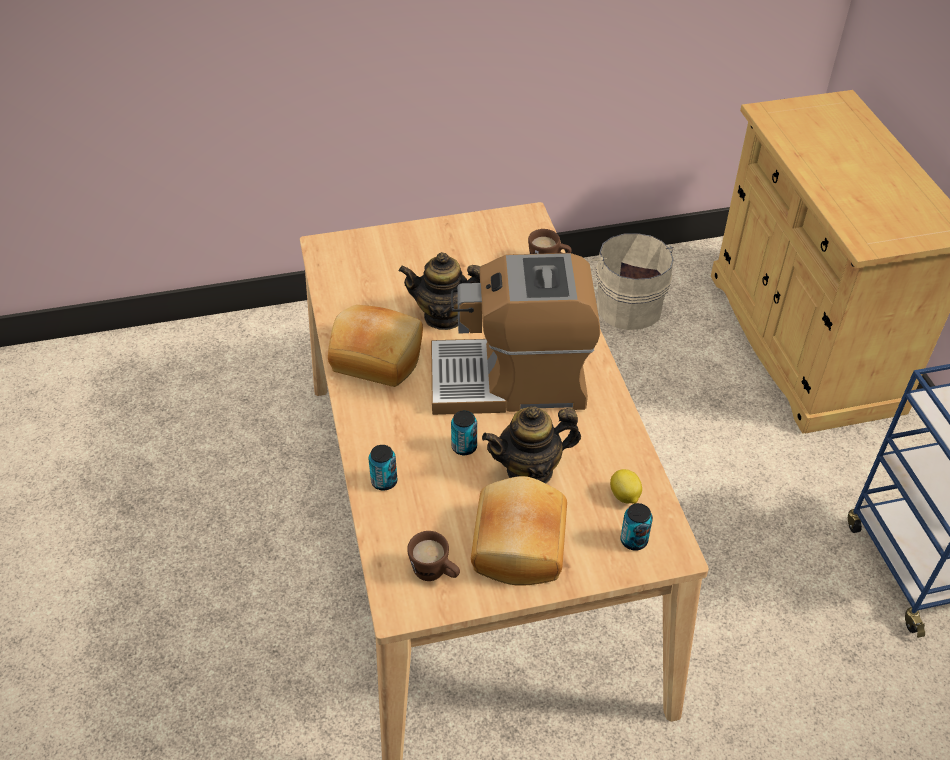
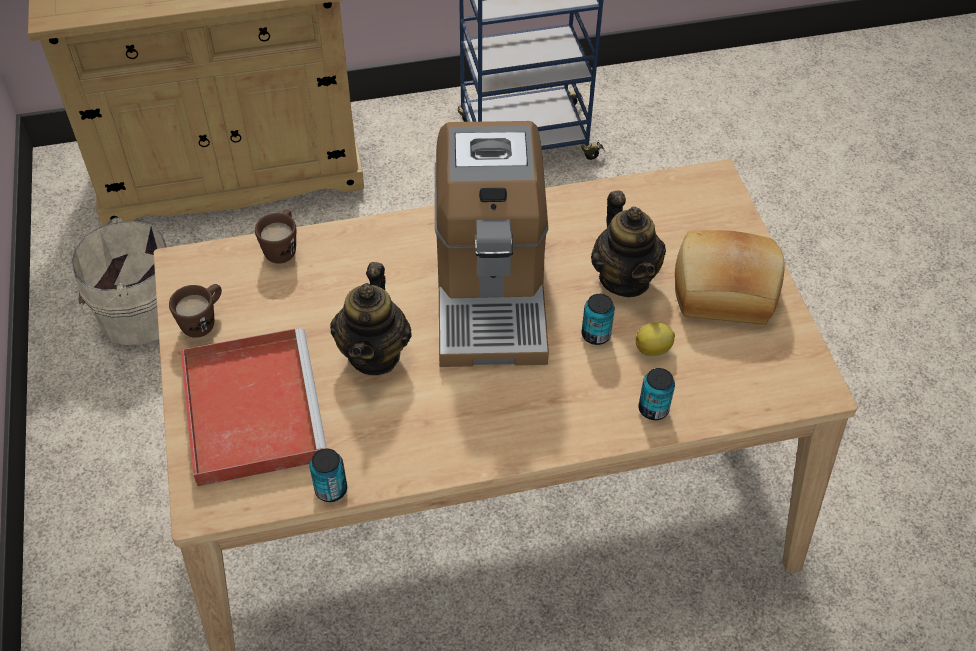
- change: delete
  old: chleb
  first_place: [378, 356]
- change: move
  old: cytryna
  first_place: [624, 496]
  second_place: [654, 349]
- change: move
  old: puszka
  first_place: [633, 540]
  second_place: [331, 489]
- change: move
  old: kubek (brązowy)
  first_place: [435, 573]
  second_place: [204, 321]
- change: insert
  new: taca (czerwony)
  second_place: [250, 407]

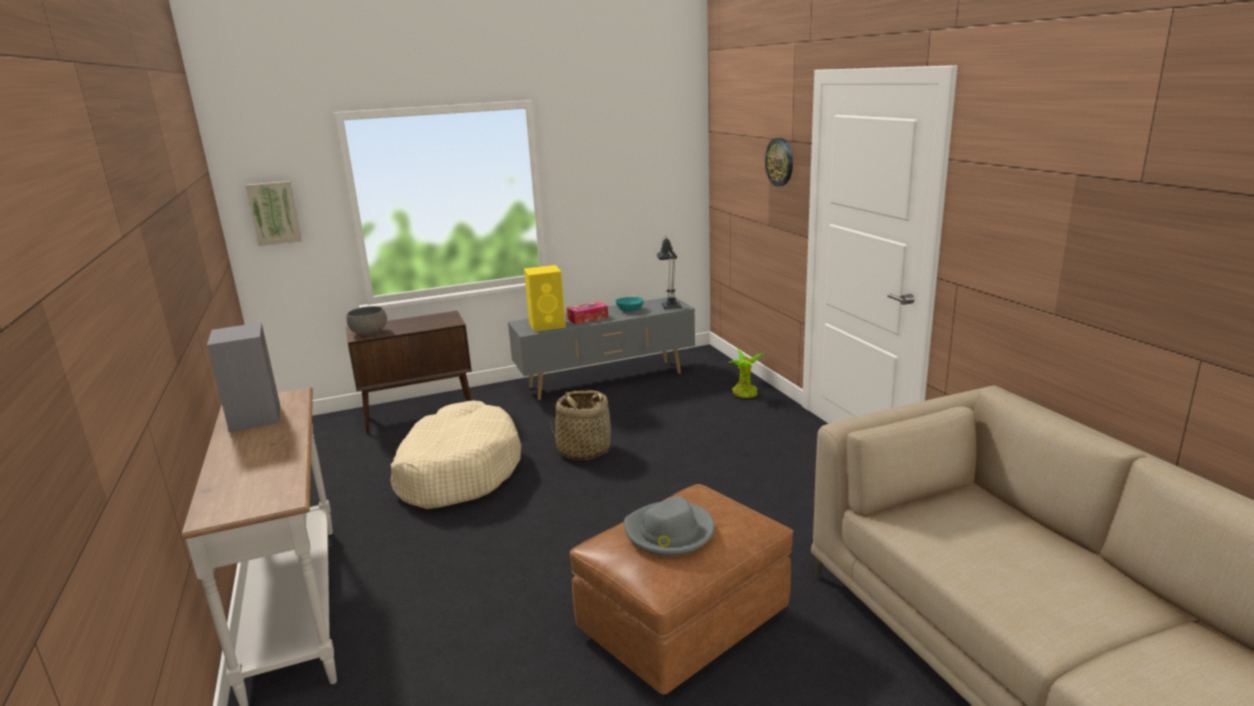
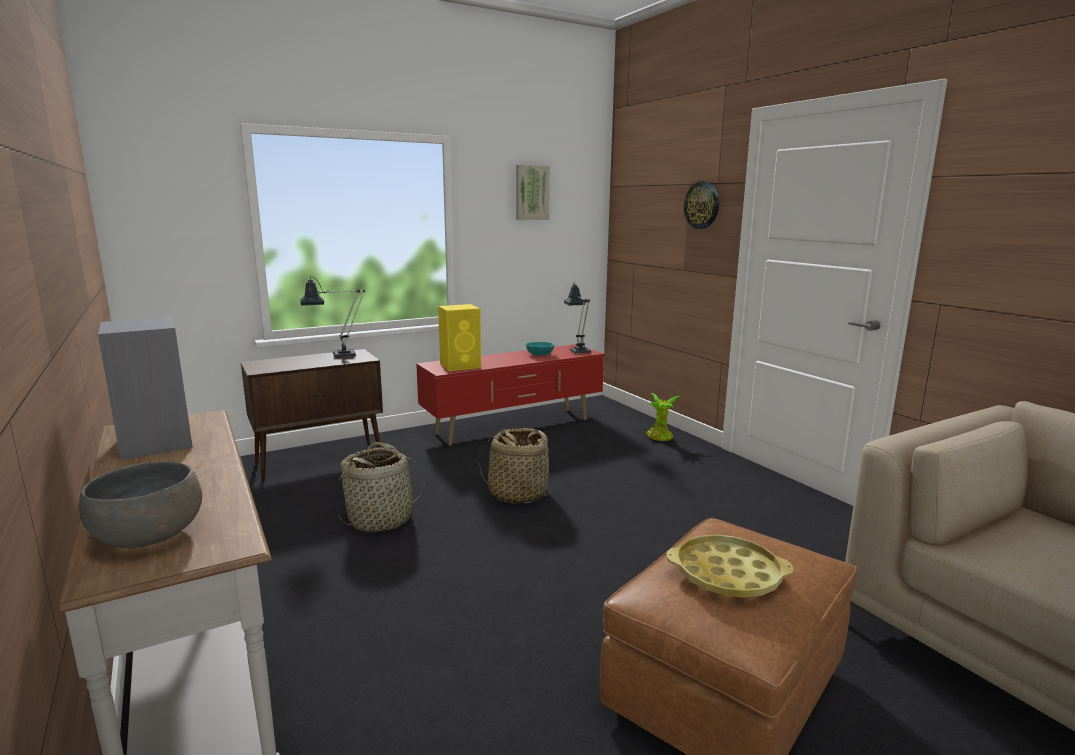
- change: move
  old: obraz
  first_place: [274, 213]
  second_place: [531, 193]
- change: recolor
  old: szafka pod telewizor (szary)
  new: szafka pod telewizor (czerwony)
  first_place: [606, 381]
  second_place: [514, 427]
- change: delete
  old: pudełko chusteczek
  first_place: [587, 318]
- change: move
  old: miska (szary)
  first_place: [369, 332]
  second_place: [149, 536]
- change: replace
  old: legowisko (beżowy)
  new: koszyk
  first_place: [457, 471]
  second_place: [381, 519]
- change: replace
  old: kapelusz (szary)
  new: taca (żółty)
  first_place: [669, 532]
  second_place: [727, 574]
- change: insert
  new: lampa stołowa
  second_place: [337, 356]

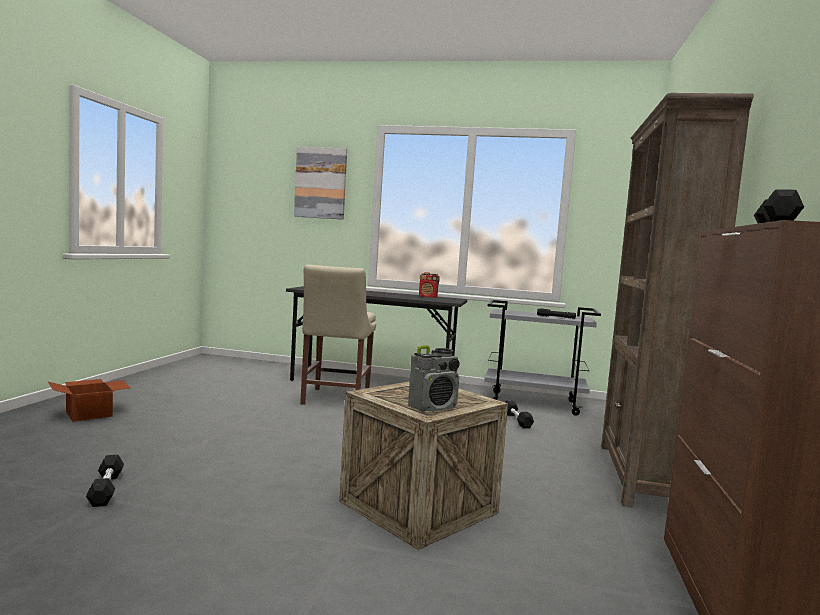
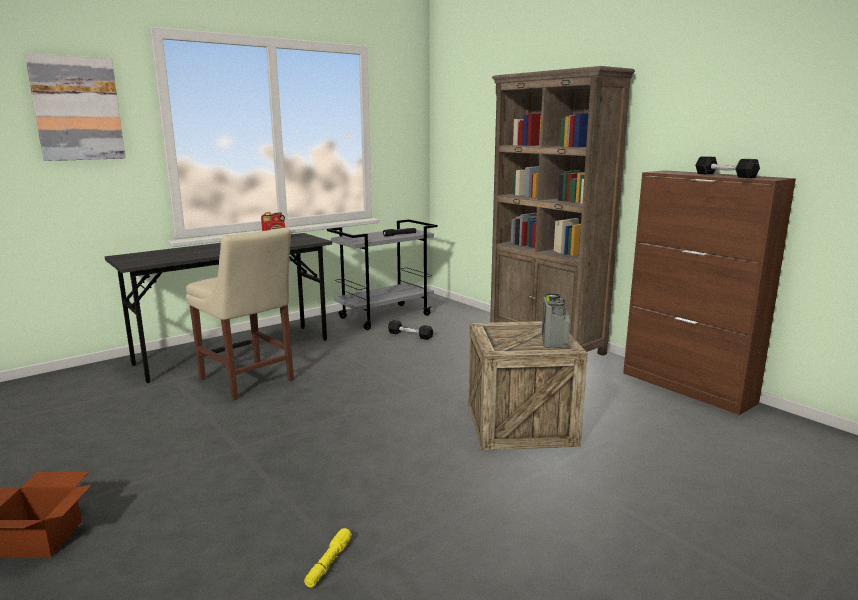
- change: replace
  old: hantel (czarny)
  new: latarka (żółty)
  first_place: [106, 489]
  second_place: [328, 563]

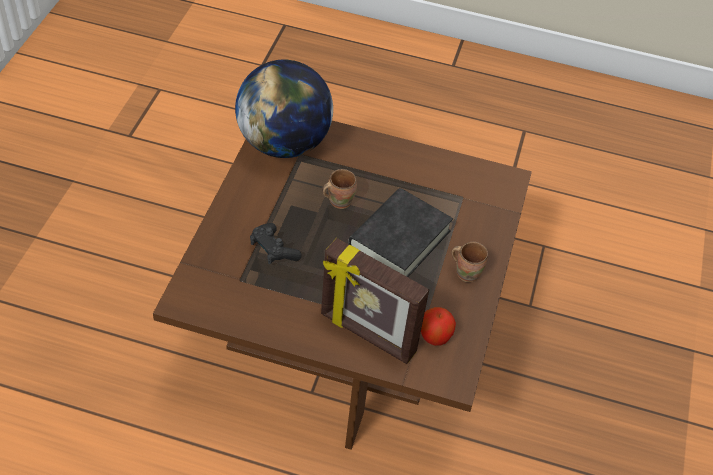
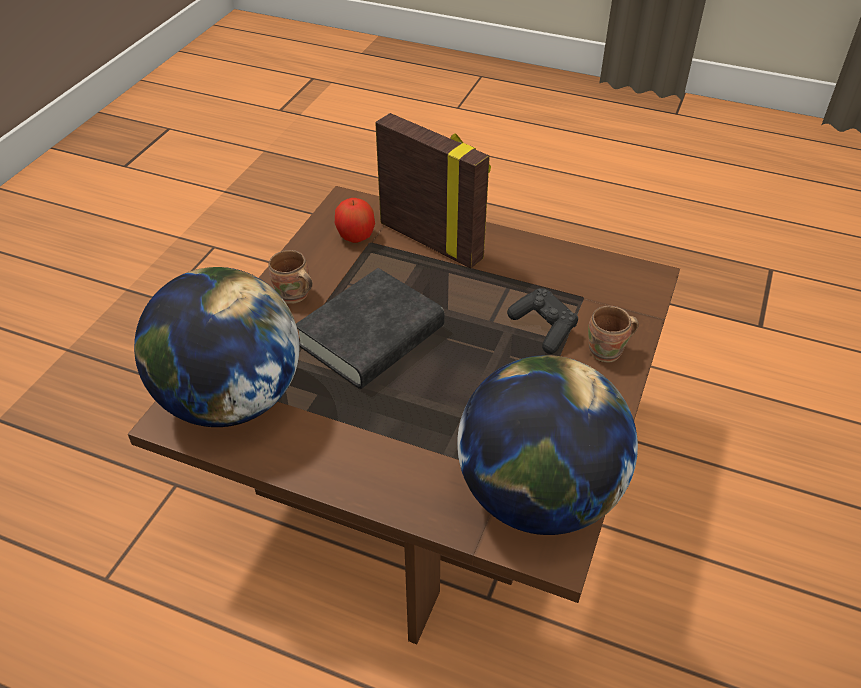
- change: move
  old: kubek (brązowy)
  first_place: [338, 200]
  second_place: [608, 353]
- change: insert
  new: globus
  second_place: [231, 400]

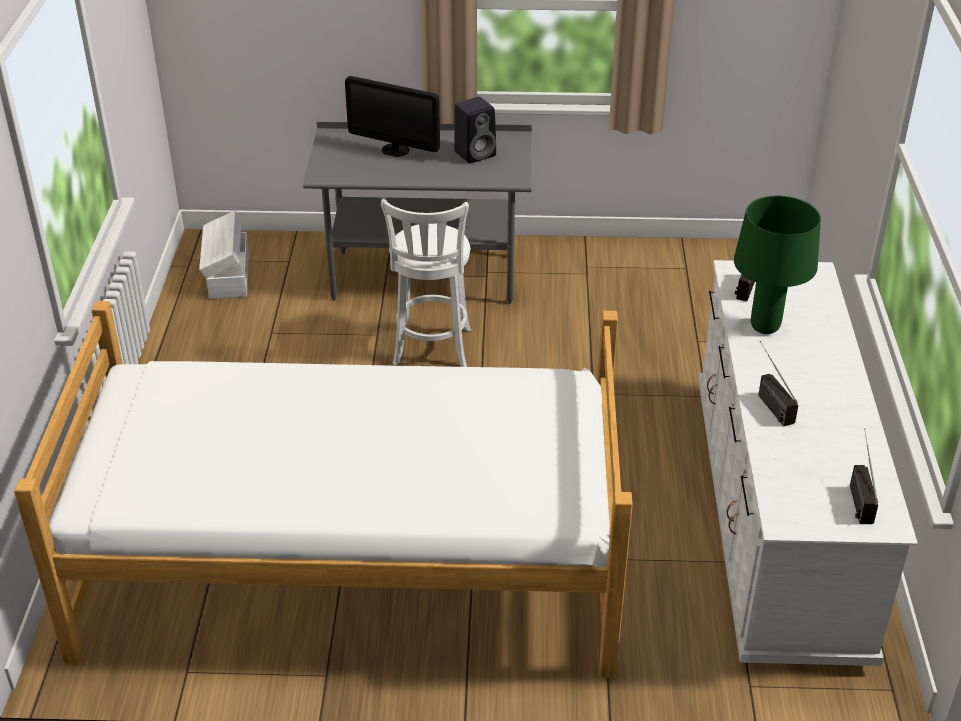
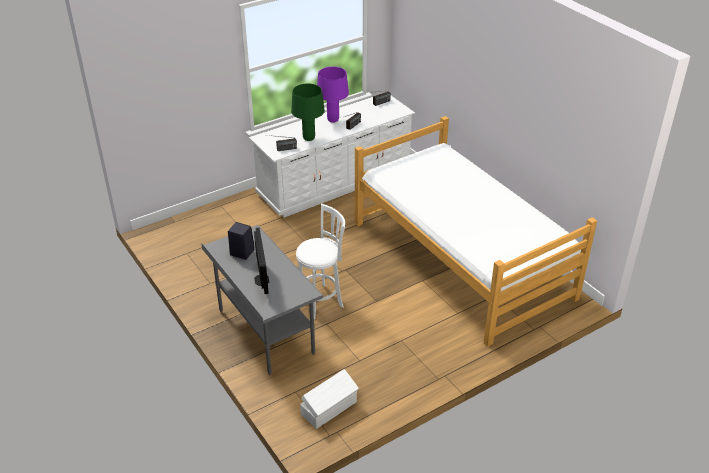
- change: insert
  new: lampa stołowa (fioletowy)
  second_place: [333, 120]

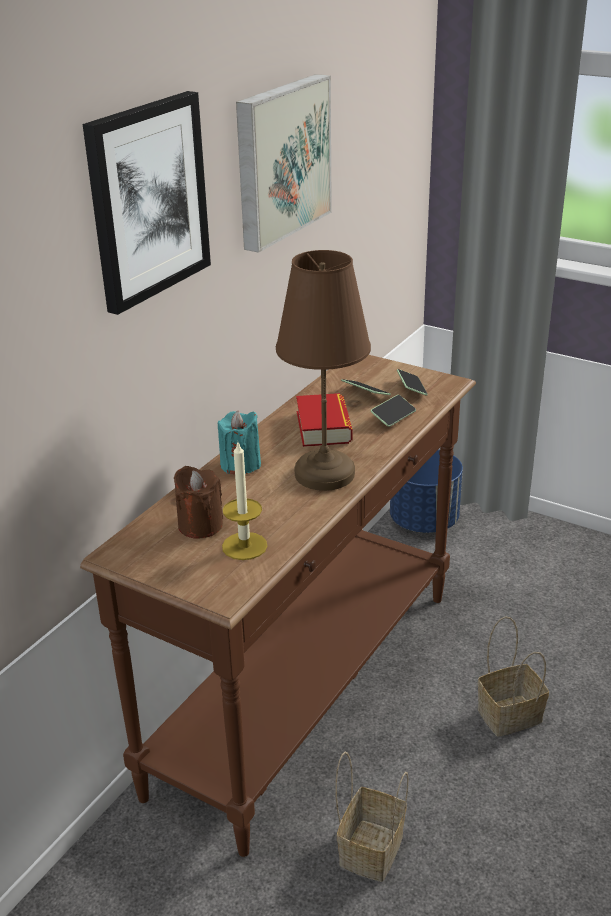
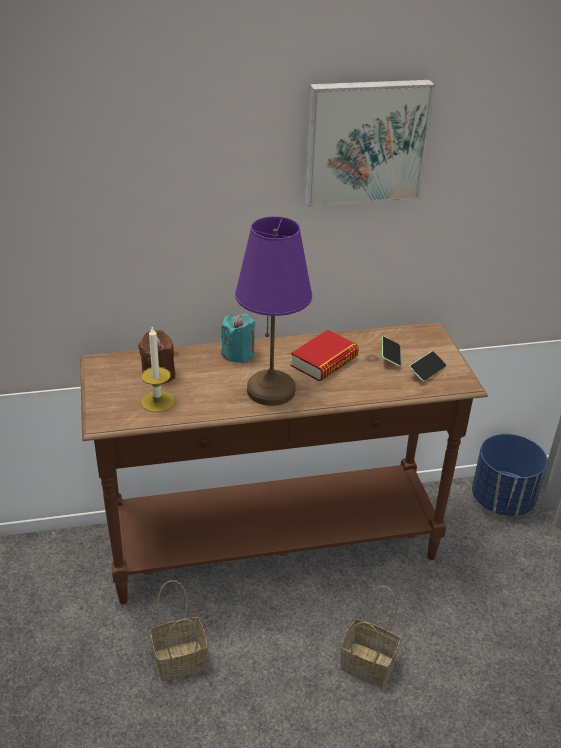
- change: delete
  old: obraz
  first_place: [147, 200]
- change: recolor
  old: lampa stołowa (brązowy)
  new: lampa stołowa (fioletowy)
  first_place: [323, 473]
  second_place: [271, 389]
- change: delete
  old: telefon
  first_place: [393, 417]

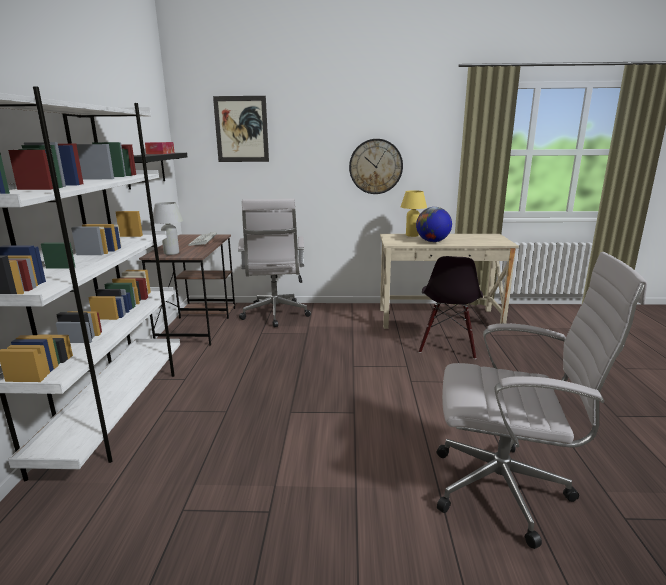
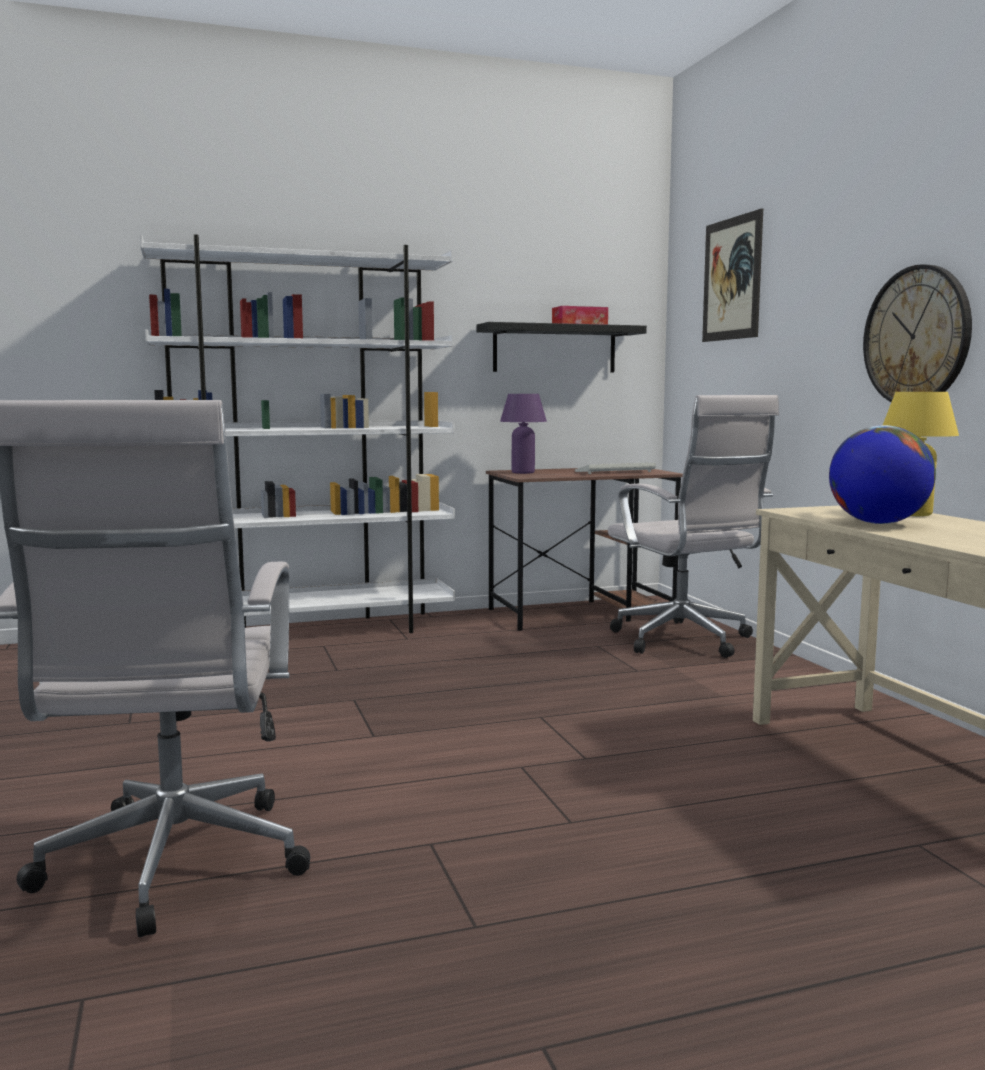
- change: rotate
  old: krzesło biurowe (biały)
  first_place: [275, 315]
  second_place: [685, 641]
  degrees: -90
- change: recolor
  old: lampa stołowa (biały)
  new: lampa stołowa (fioletowy)
  first_place: [171, 253]
  second_place: [523, 472]
- change: delete
  old: krzesło (czarny)
  first_place: [447, 347]

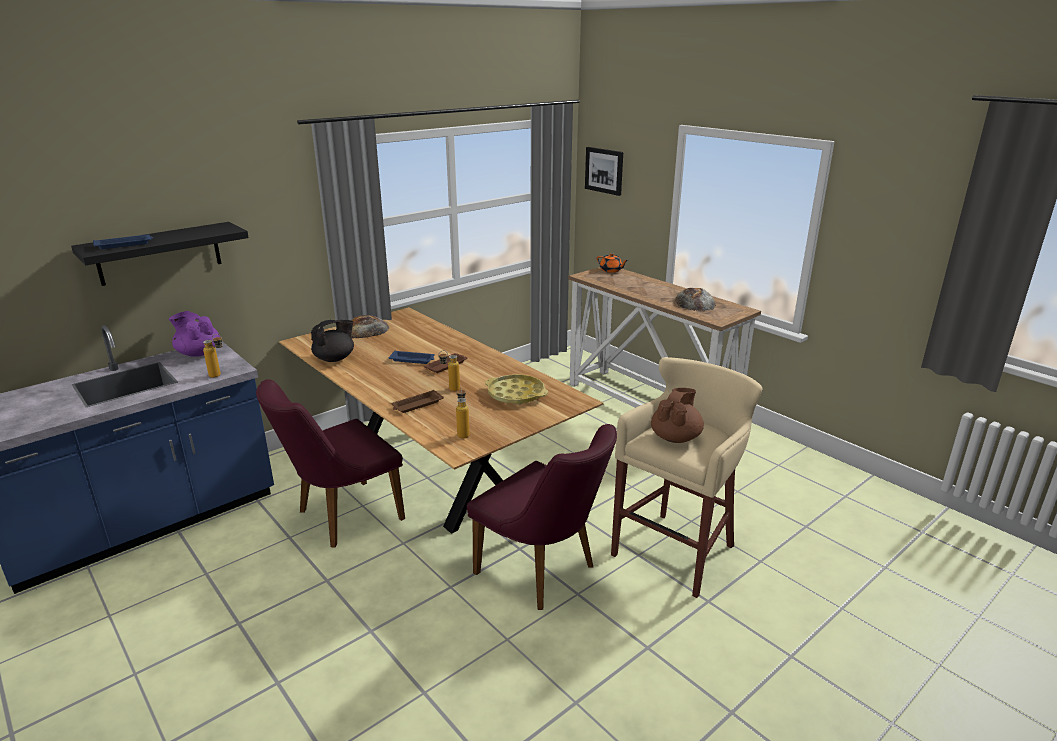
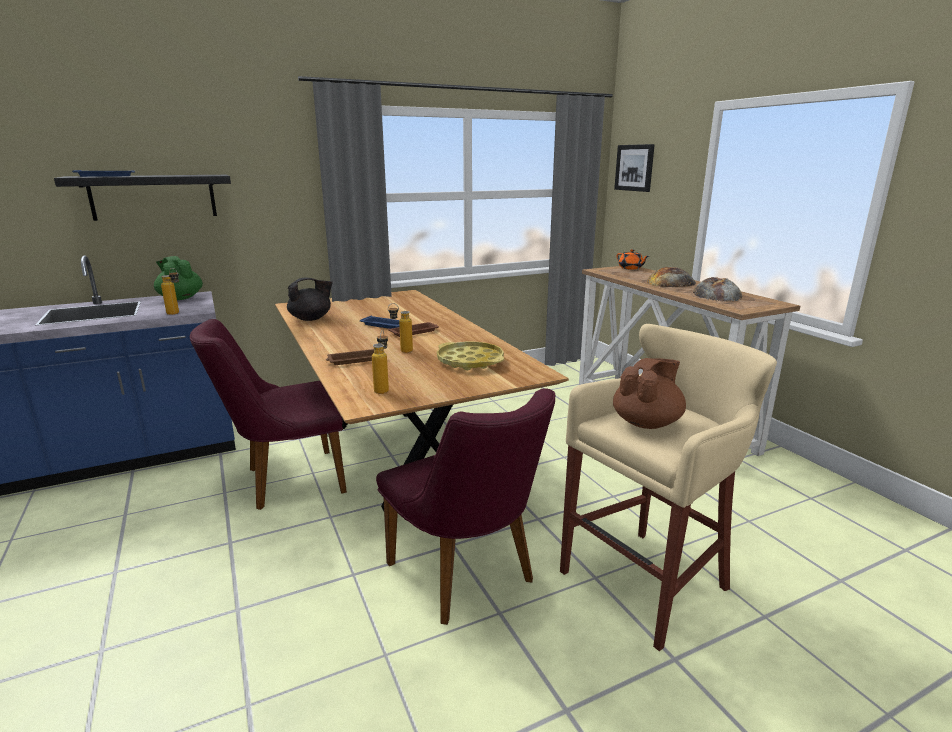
- change: recolor
  old: imbryk (fioletowy)
  new: imbryk (zielony)
  first_place: [198, 353]
  second_place: [180, 298]
- change: move
  old: chleb
  first_place: [366, 330]
  second_place: [671, 282]

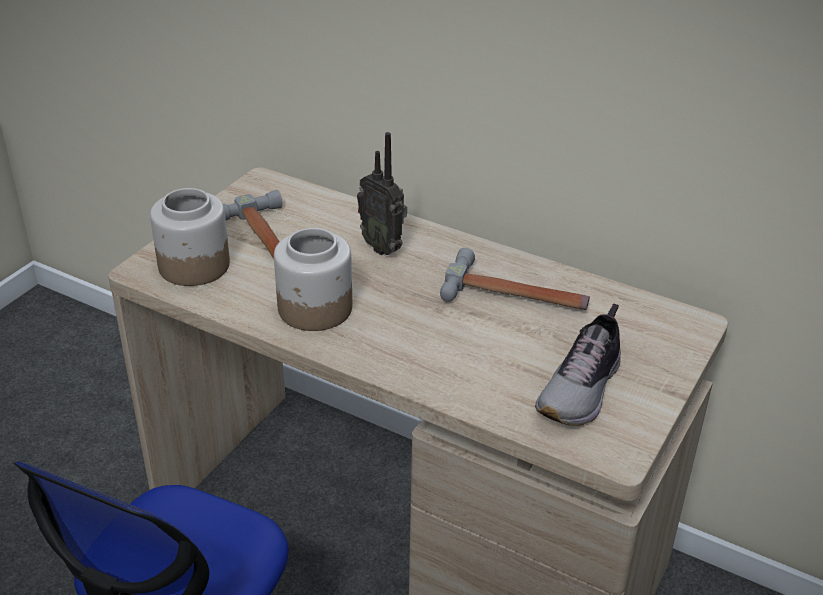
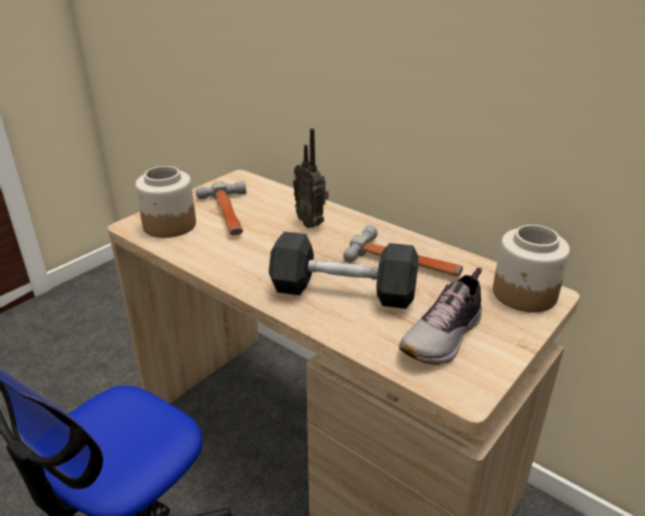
- change: move
  old: słoik
  first_place: [315, 309]
  second_place: [524, 294]
- change: insert
  new: hantel (szary)
  second_place: [343, 291]

